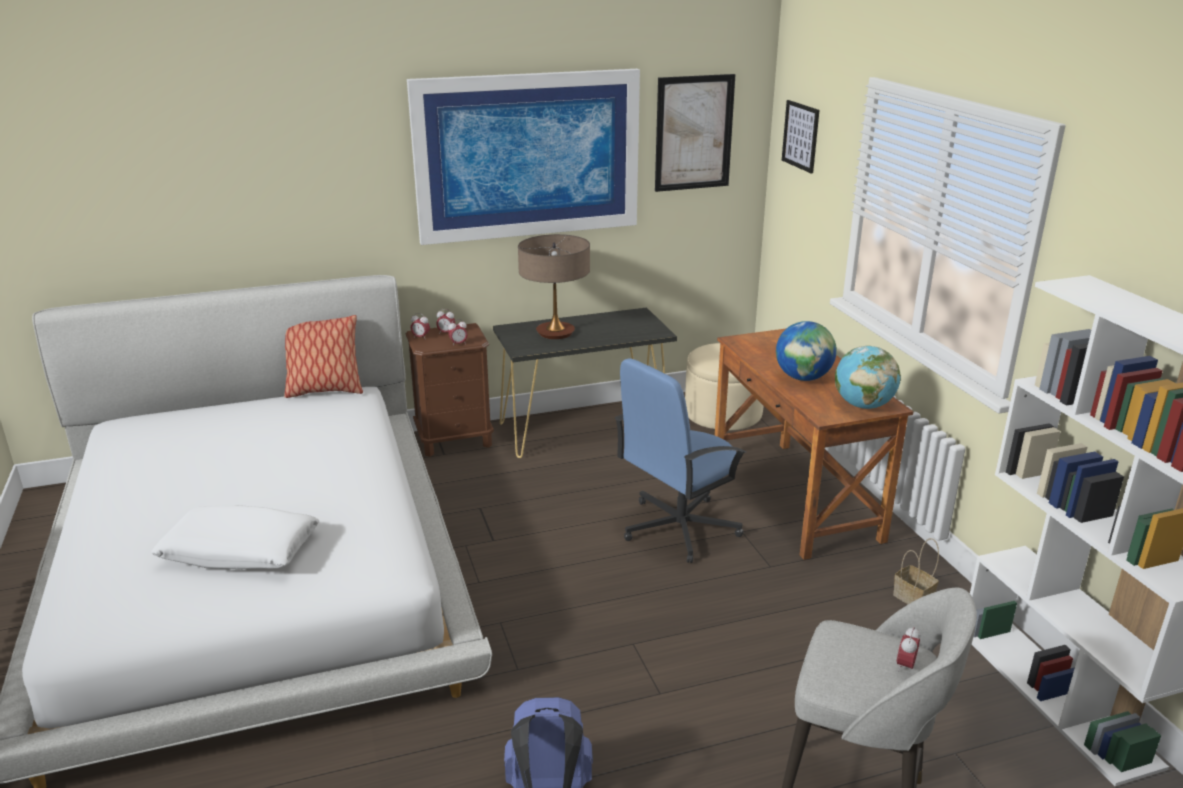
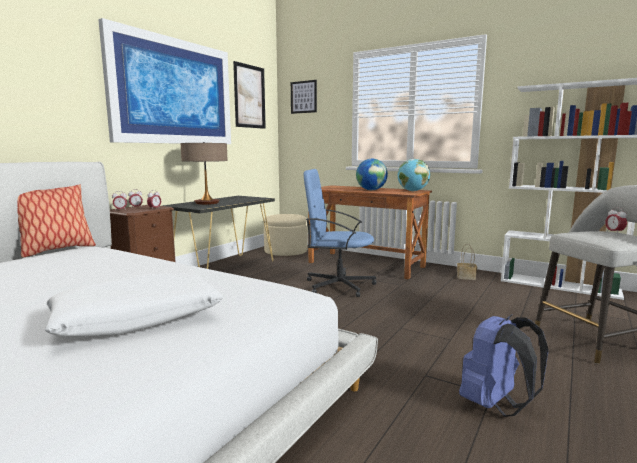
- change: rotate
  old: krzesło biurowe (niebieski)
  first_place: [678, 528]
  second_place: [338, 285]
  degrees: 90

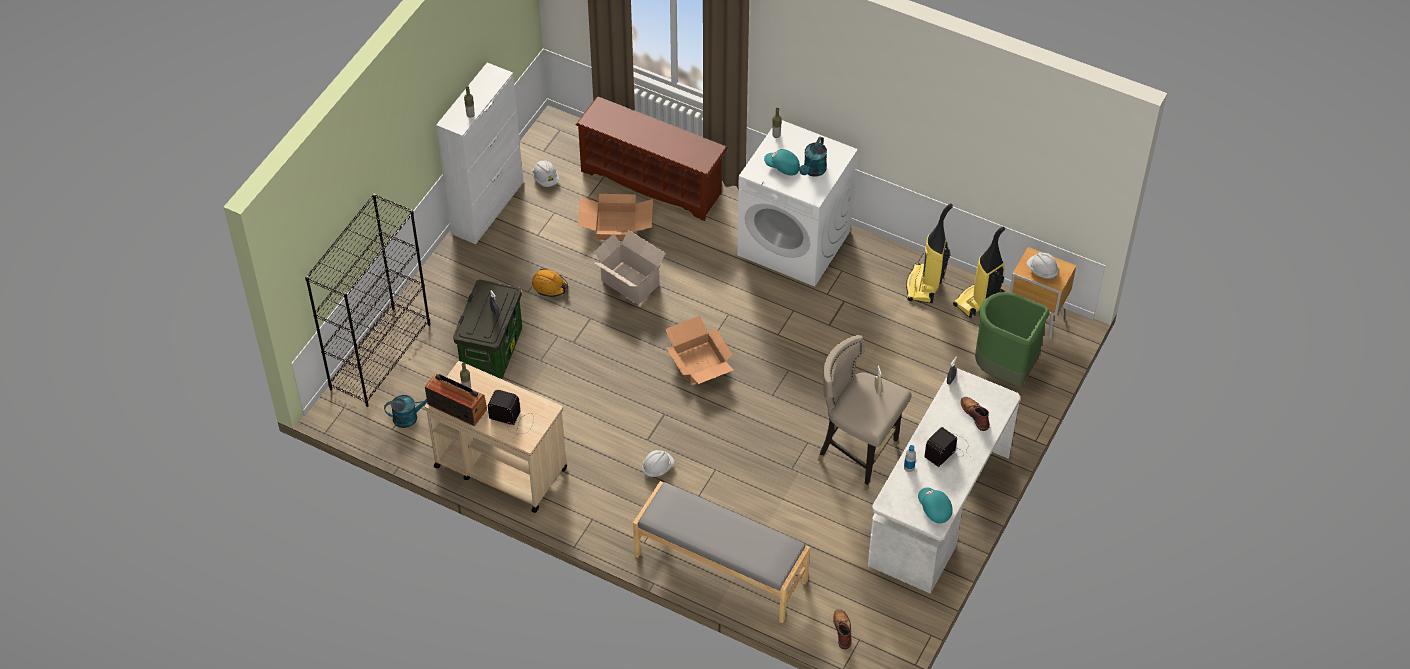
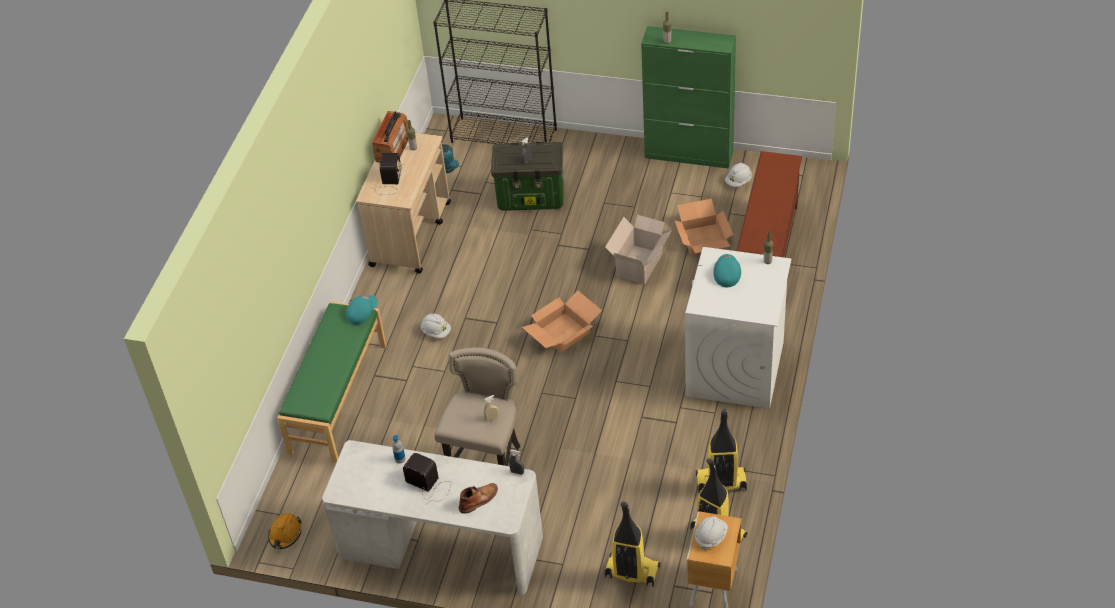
- change: recolor
  old: szafka (biały)
  new: szafka (zielony)
  first_place: [487, 207]
  second_place: [689, 154]
- change: delete
  old: konewka (turkusowy)
  first_place: [813, 171]
- change: move
  old: kask (pomarańczowy)
  first_place: [549, 286]
  second_place: [285, 534]
- change: replace
  old: kosz na śmieci (zielony)
  new: odkurzacz
  first_place: [1004, 371]
  second_place: [631, 572]
- change: recolor
  old: ławka (szary)
  new: ławka (zielony)
  first_place: [720, 569]
  second_place: [337, 398]
- change: move
  old: czapka z daszkiem (turkusowy)
  first_place: [934, 509]
  second_place: [362, 313]
- change: delete
  old: but z cholewką (brązowy)
  first_place: [842, 629]

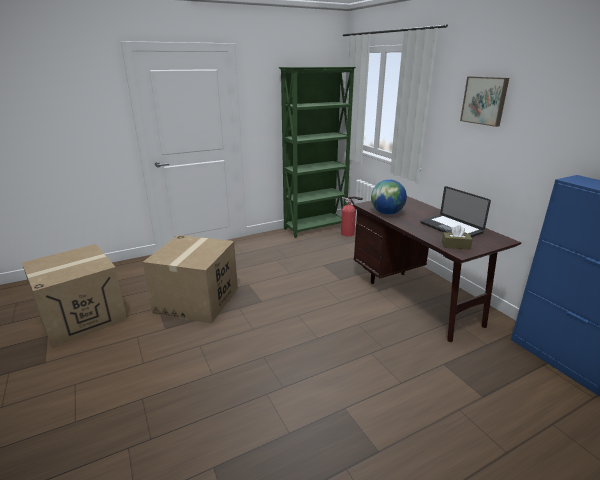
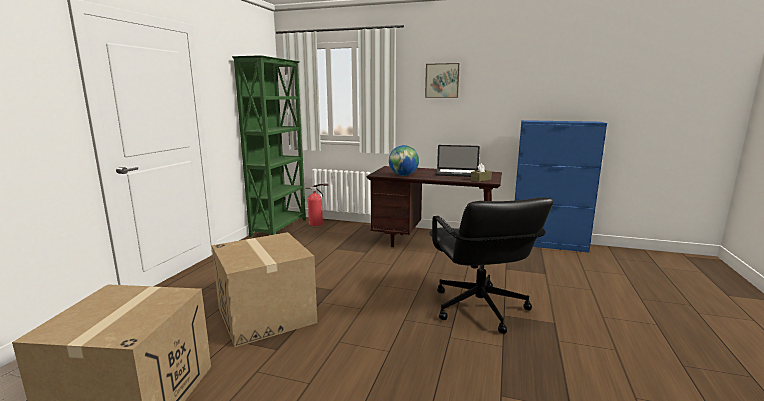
- change: insert
  new: krzesło biurowe (czarny)
  second_place: [479, 308]

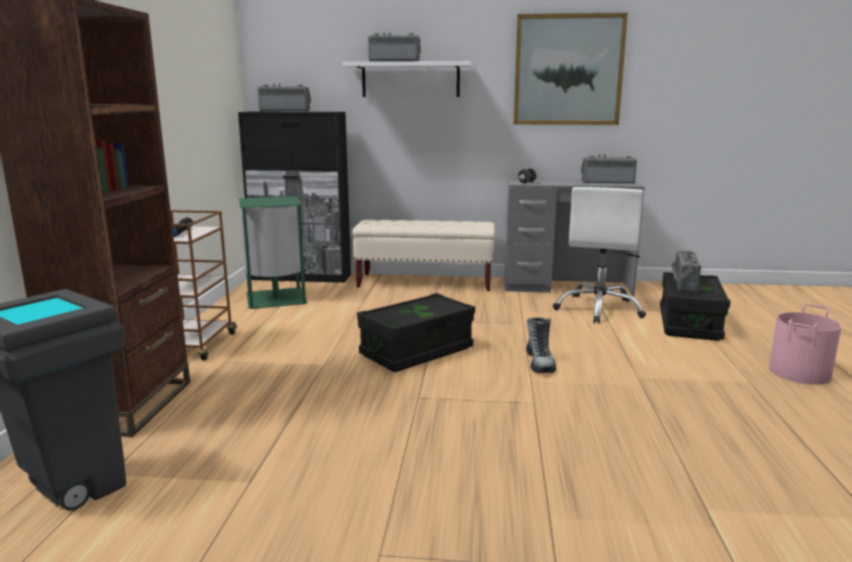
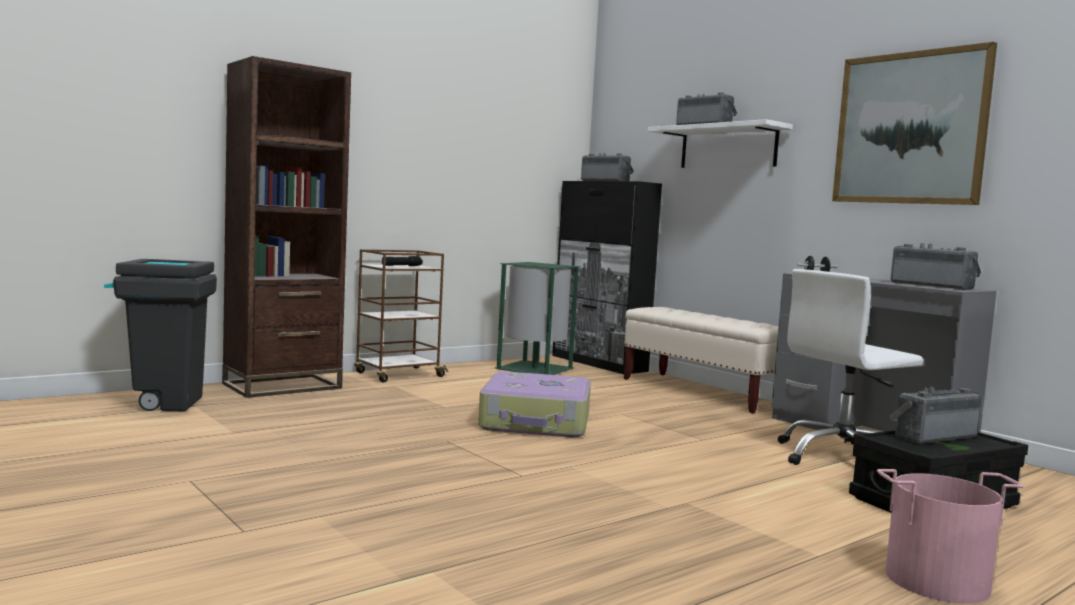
- change: replace
  old: pojemnik do przechowywania (czarny)
  new: walizka
  first_place: [417, 351]
  second_place: [536, 422]
- change: delete
  old: but z cholewką
  first_place: [540, 363]

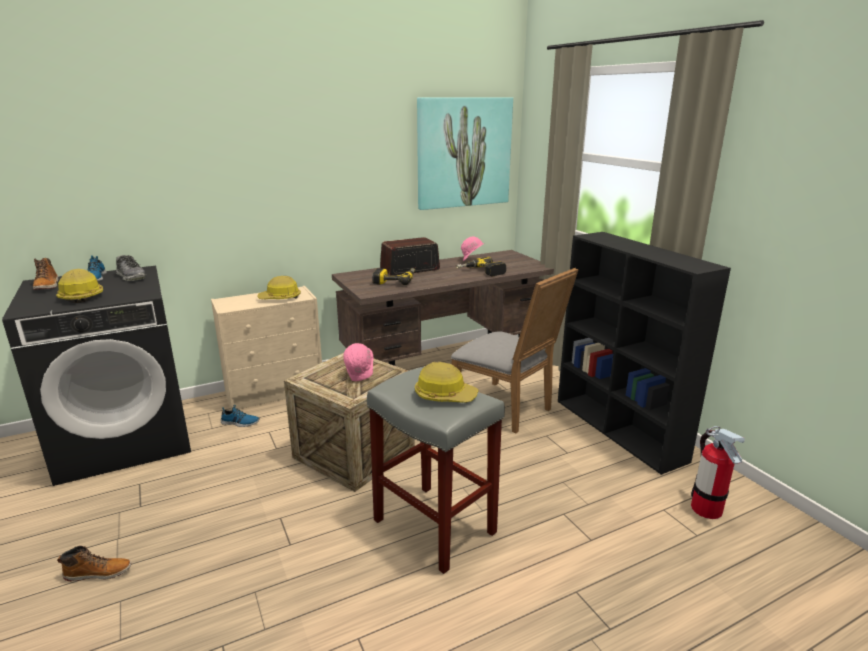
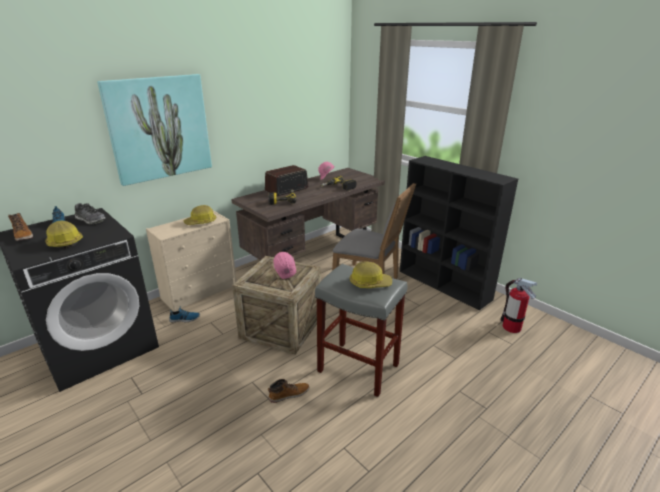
- change: move
  old: obraz
  first_place: [463, 153]
  second_place: [159, 128]
- change: move
  old: but z cholewką
  first_place: [99, 572]
  second_place: [289, 394]

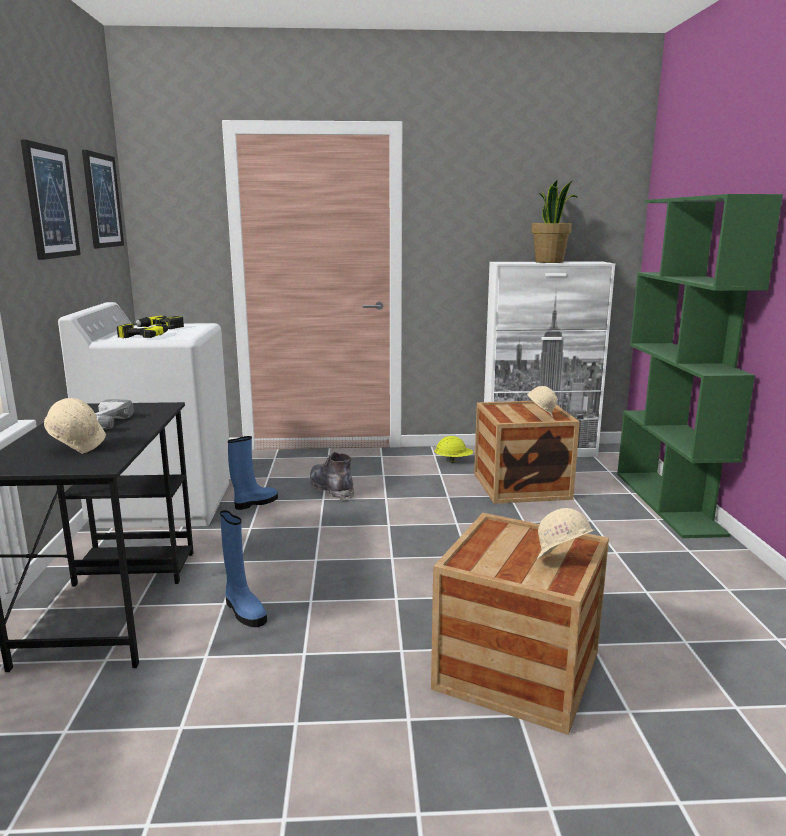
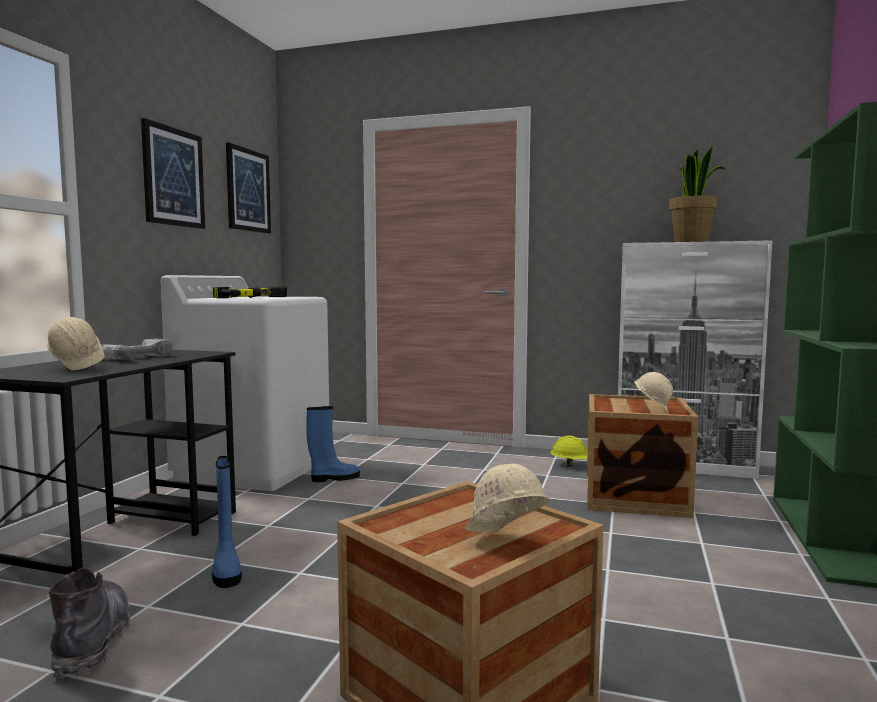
- change: move
  old: but z cholewką (szary)
  first_place: [331, 489]
  second_place: [92, 641]

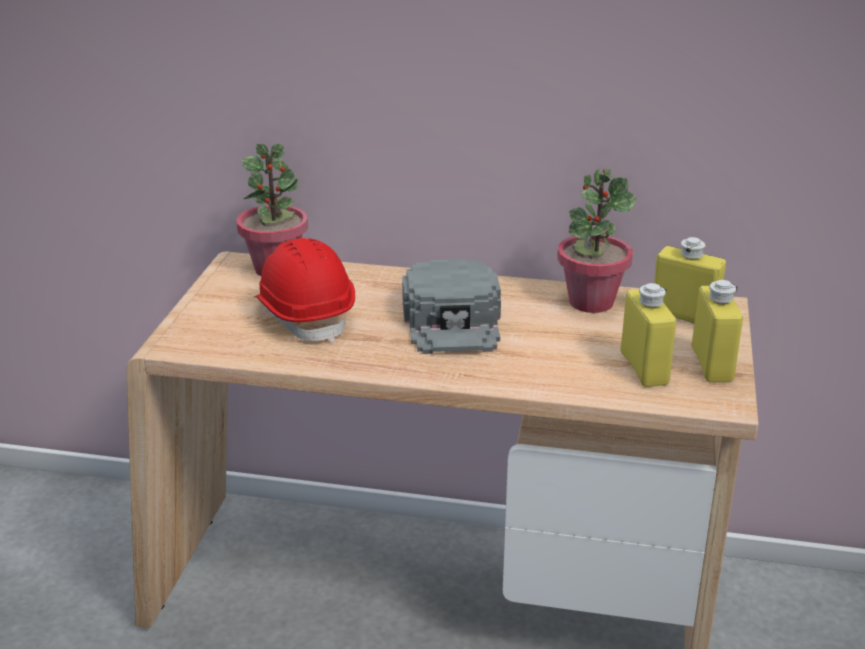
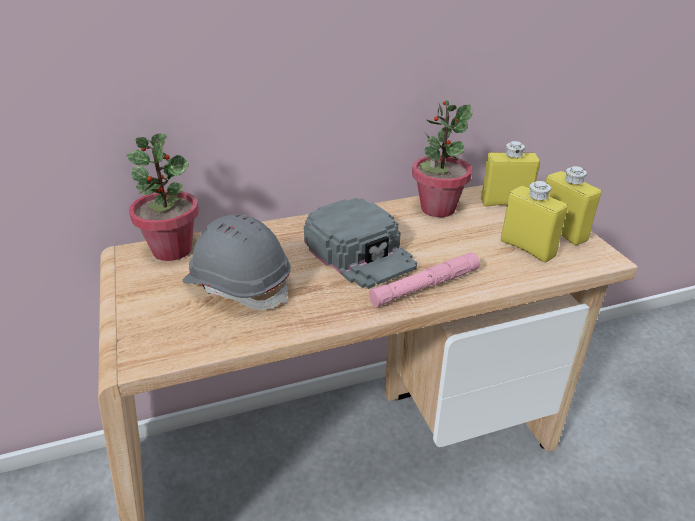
- change: recolor
  old: kask (czerwony)
  new: kask (szary)
  first_place: [305, 315]
  second_place: [238, 285]
- change: insert
  new: latarka (różowy)
  second_place: [425, 286]

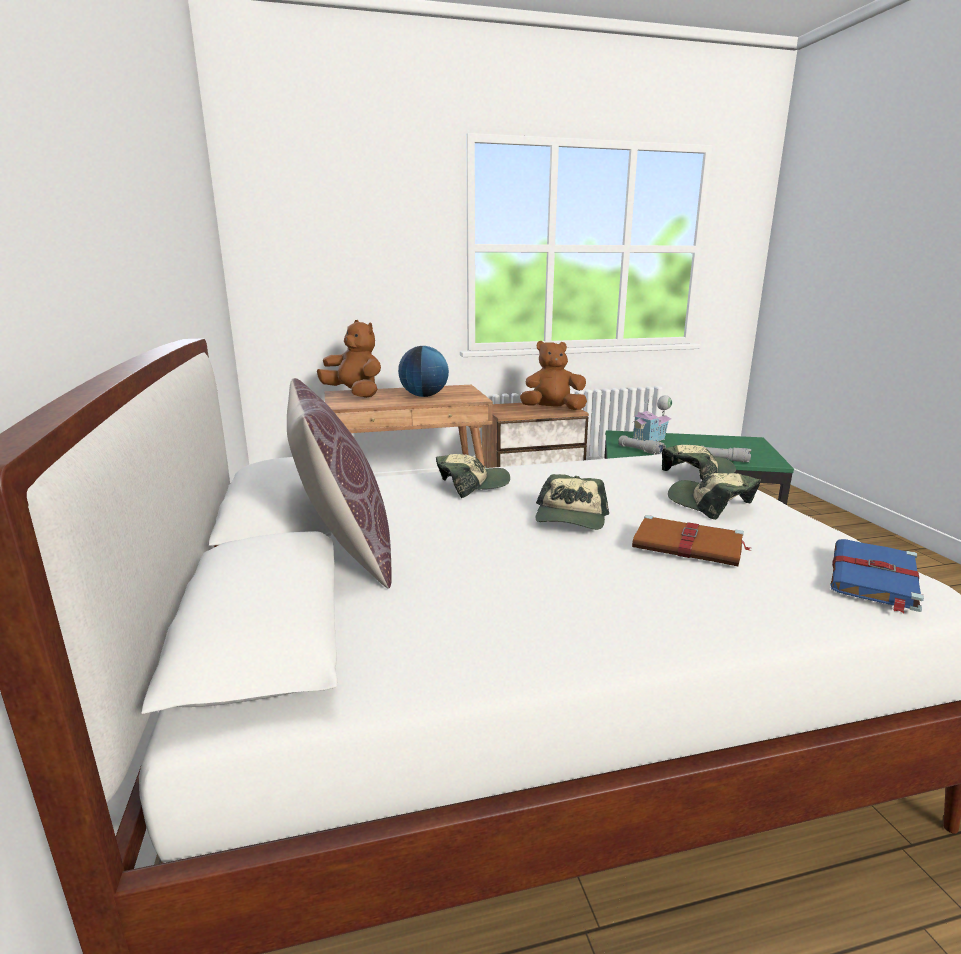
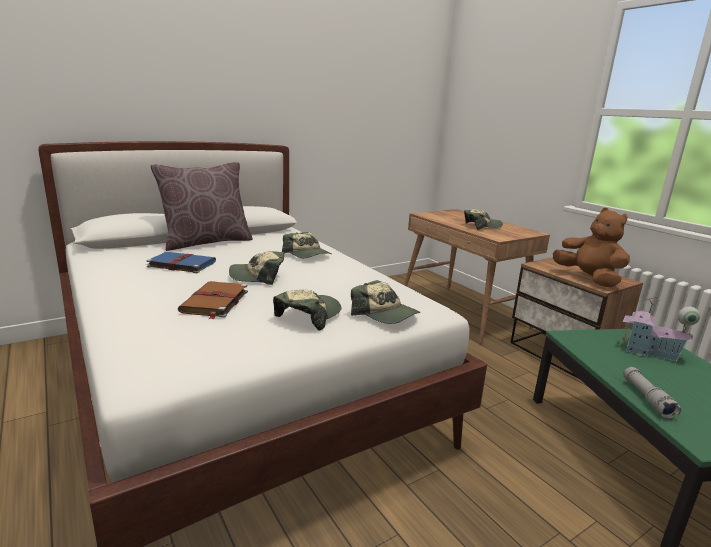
- change: delete
  old: pluszak (brązowy)
  first_place: [355, 394]
- change: replace
  old: globus
  new: czapka z daszkiem
  first_place: [424, 396]
  second_place: [482, 226]
- change: delete
  old: latarka (szary)
  first_place: [640, 451]
- change: move
  old: książka (niebieski)
  first_place: [873, 578]
  second_place: [180, 264]

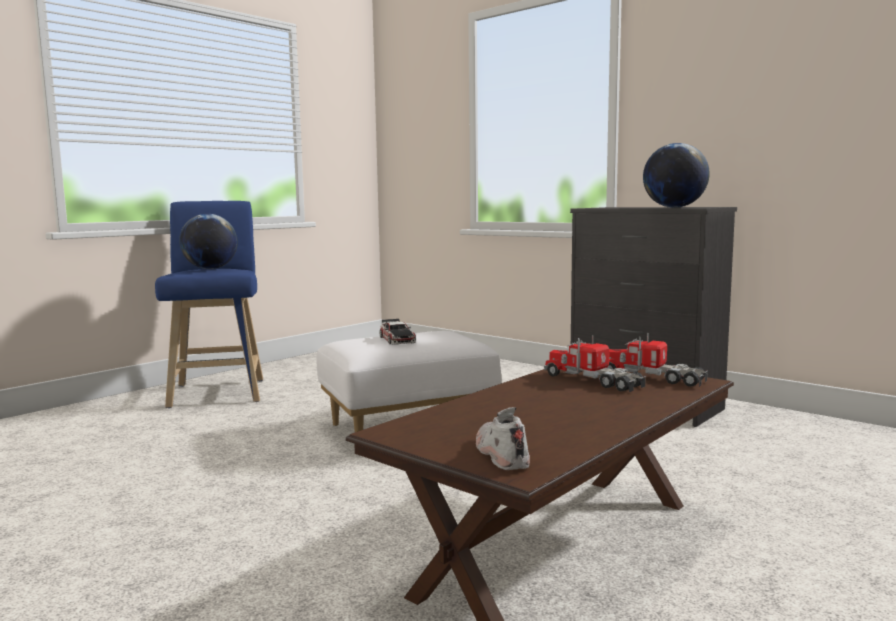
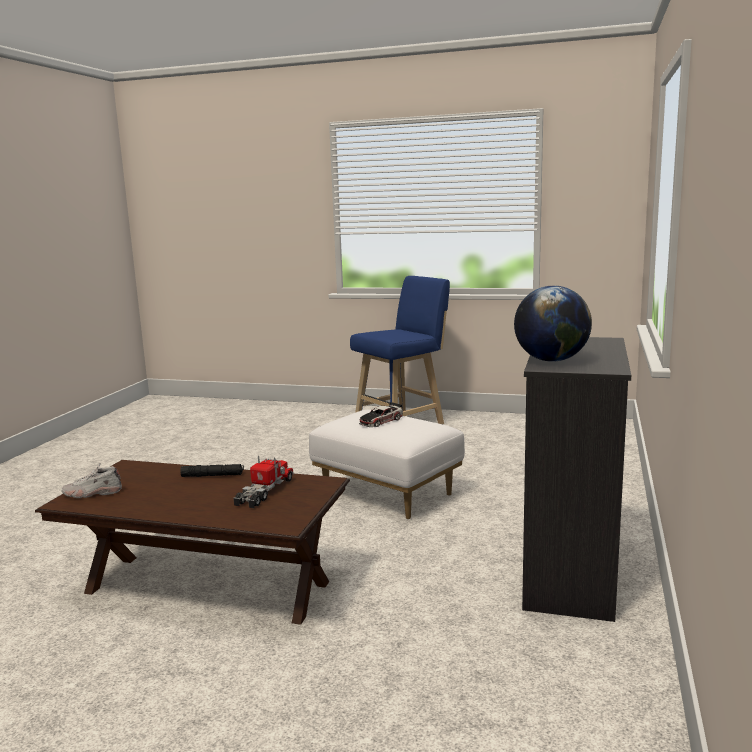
- change: delete
  old: globus
  first_place: [210, 269]
- change: delete
  old: ciężarówka zabawkowa
  first_place: [652, 378]
- change: rotate
  old: but (biały)
  first_place: [500, 454]
  second_place: [92, 493]
  degrees: -150
- change: insert
  new: latarka (czarny)
  second_place: [212, 475]

